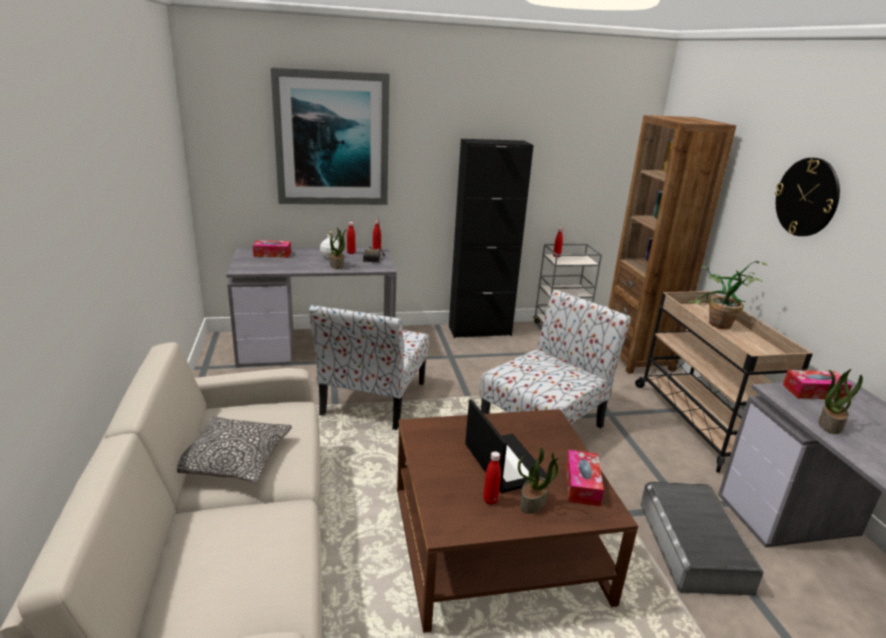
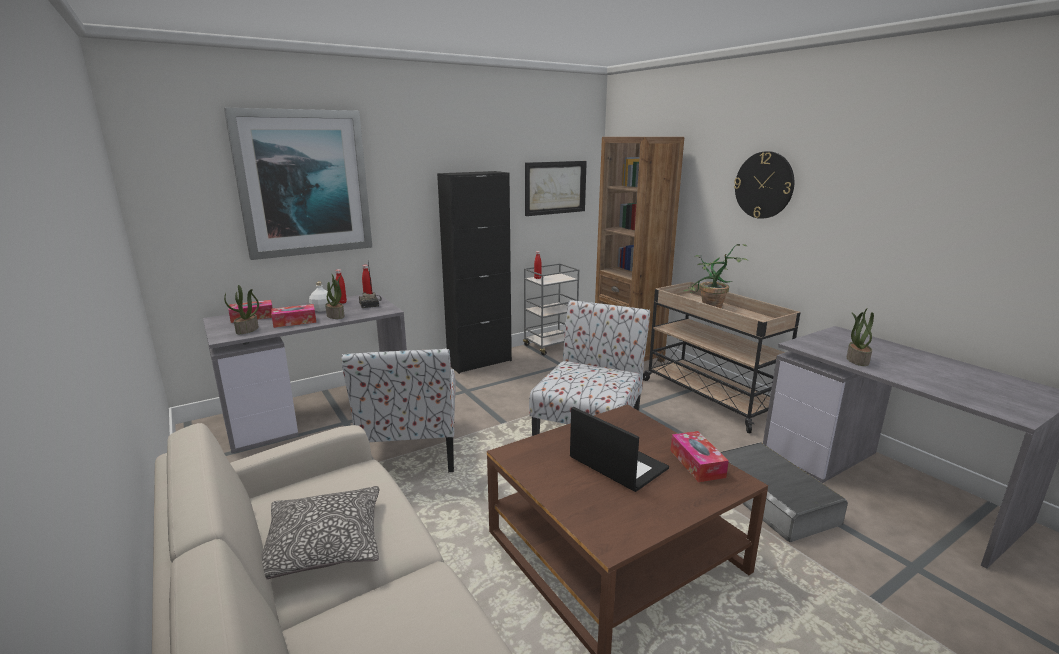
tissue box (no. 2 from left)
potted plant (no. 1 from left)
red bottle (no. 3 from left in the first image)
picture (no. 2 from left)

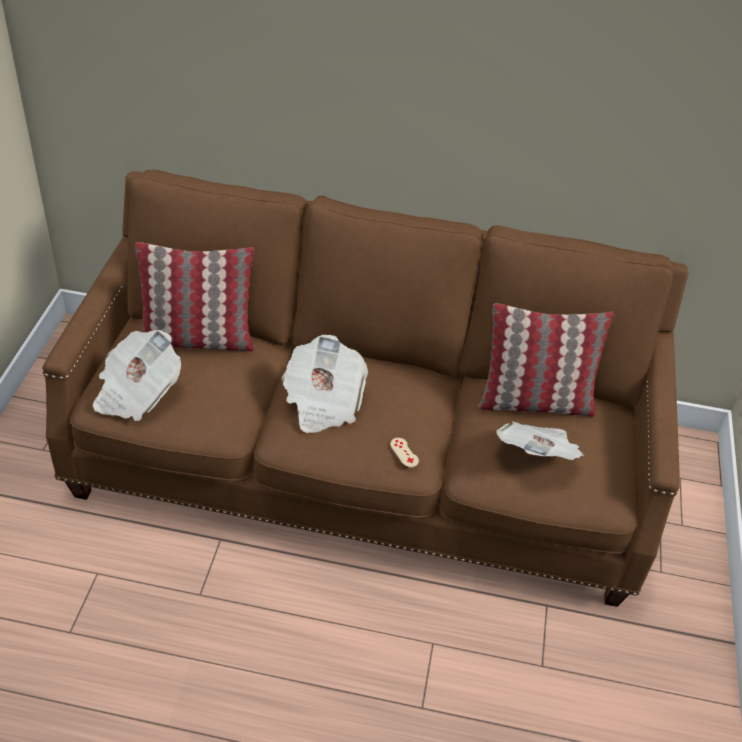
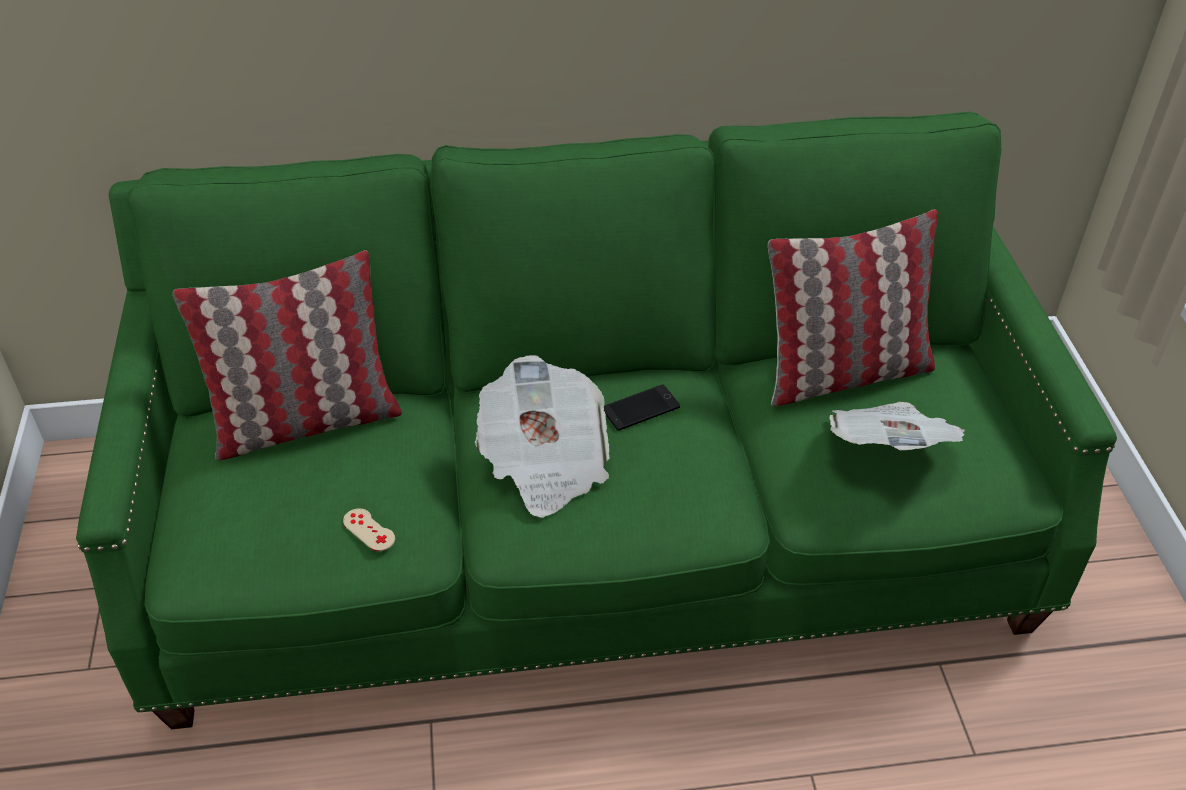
green sofa
newspaper (no. 1 from left in the first image)
beige game controller
phone

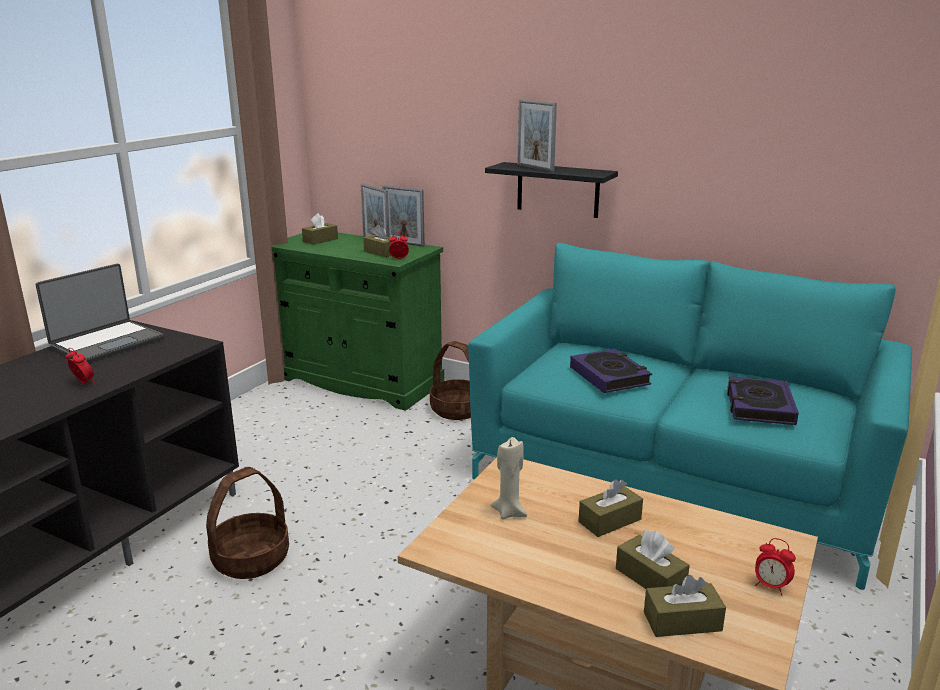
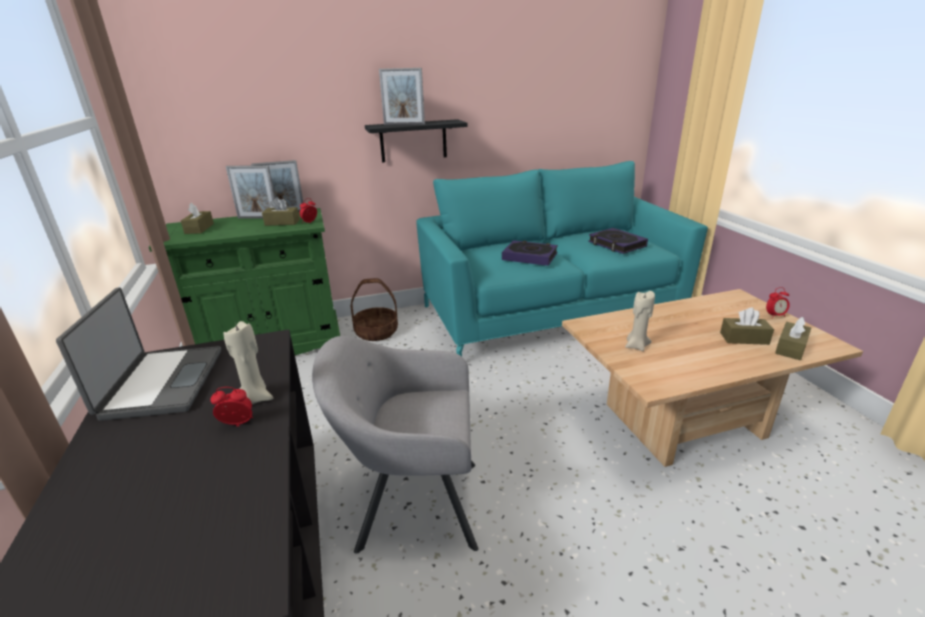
grey armchair
brown tissue box (no. 3 from left in the first image)
beige candle (no. 1 from left)

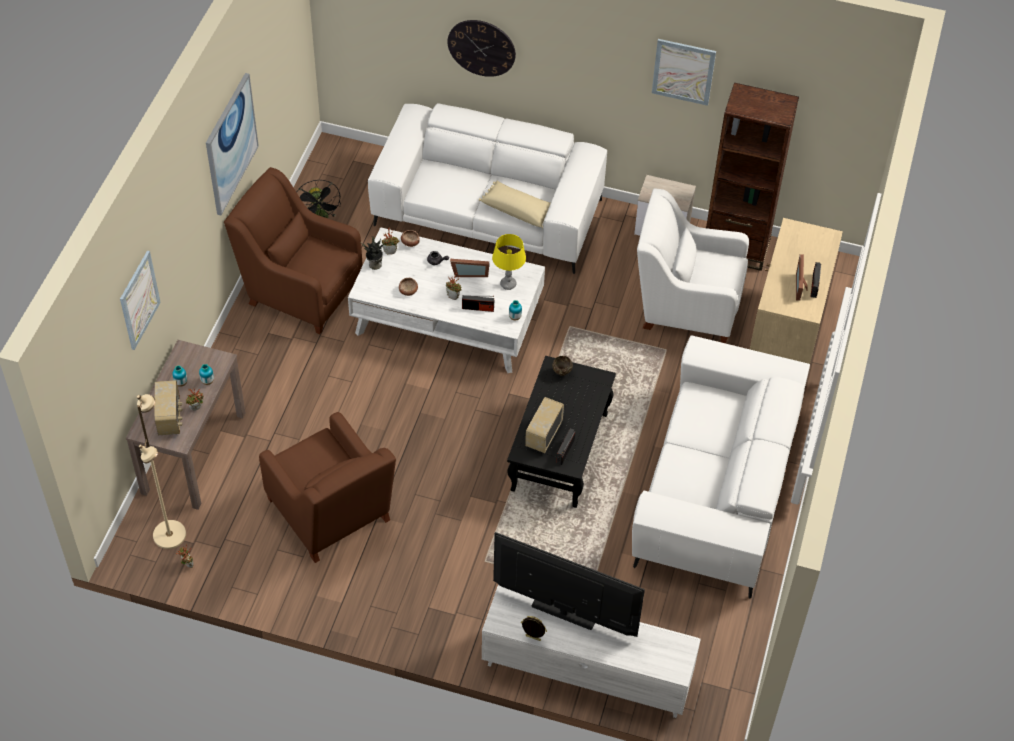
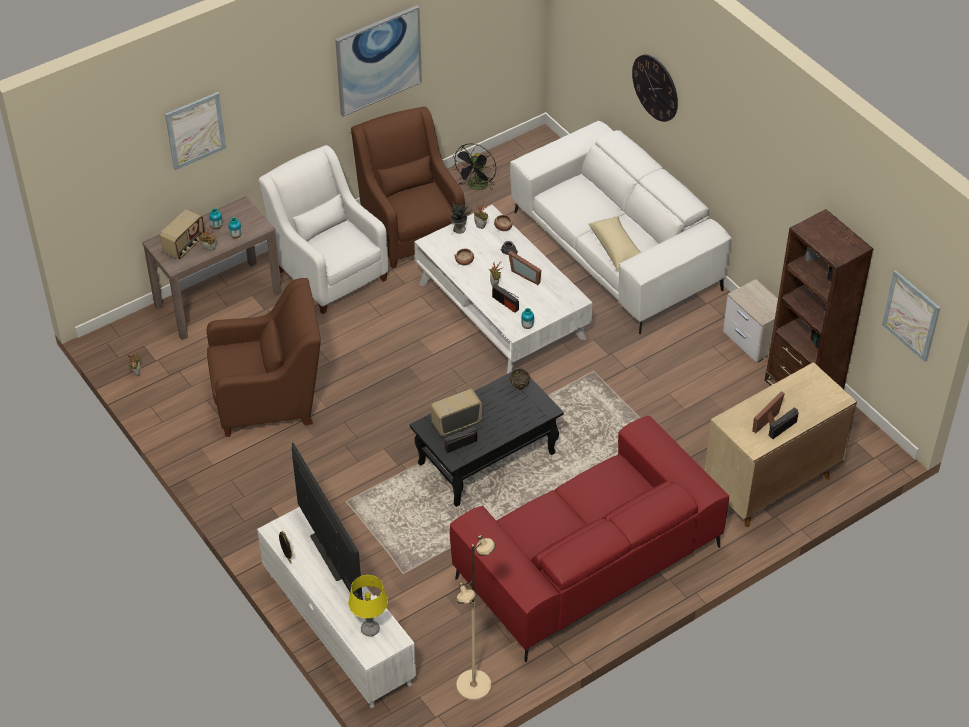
picture (no. 3 from left)
white armchair
yellow table lamp
red sofa
beige floor lamp
brown armchair (no. 1 from left)

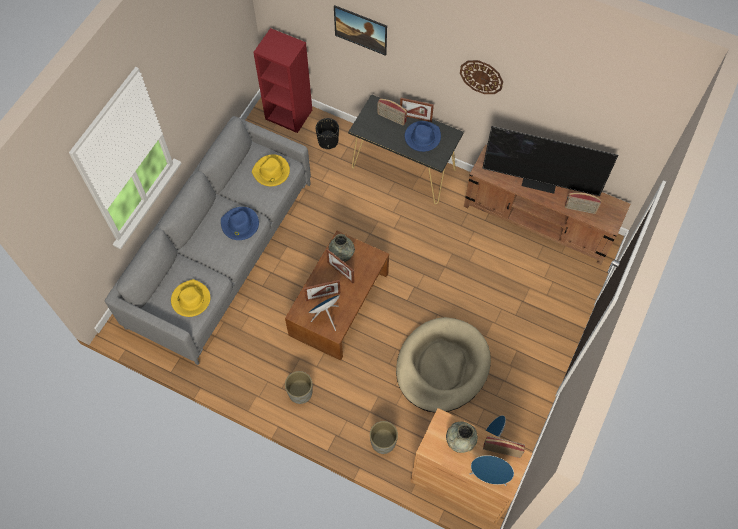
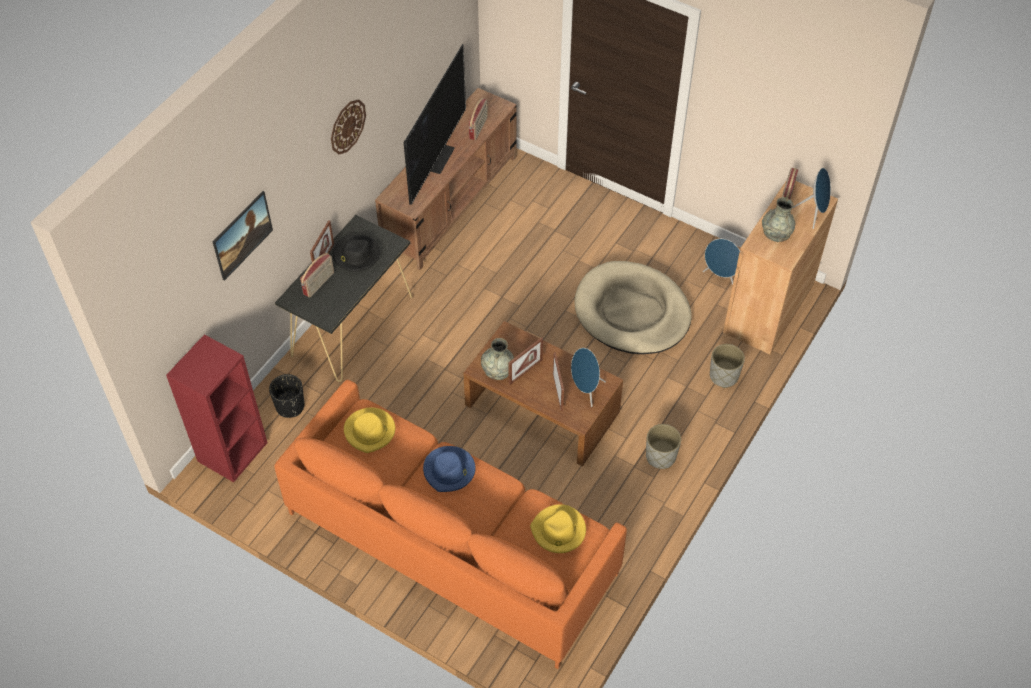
orange sofa
black hat

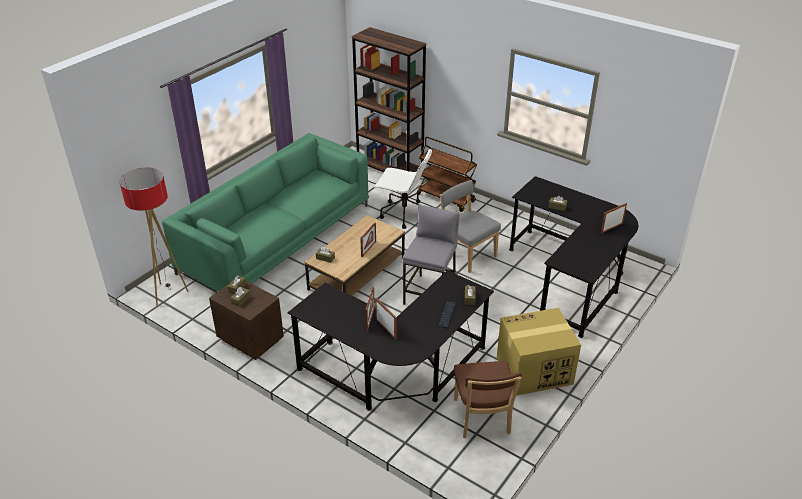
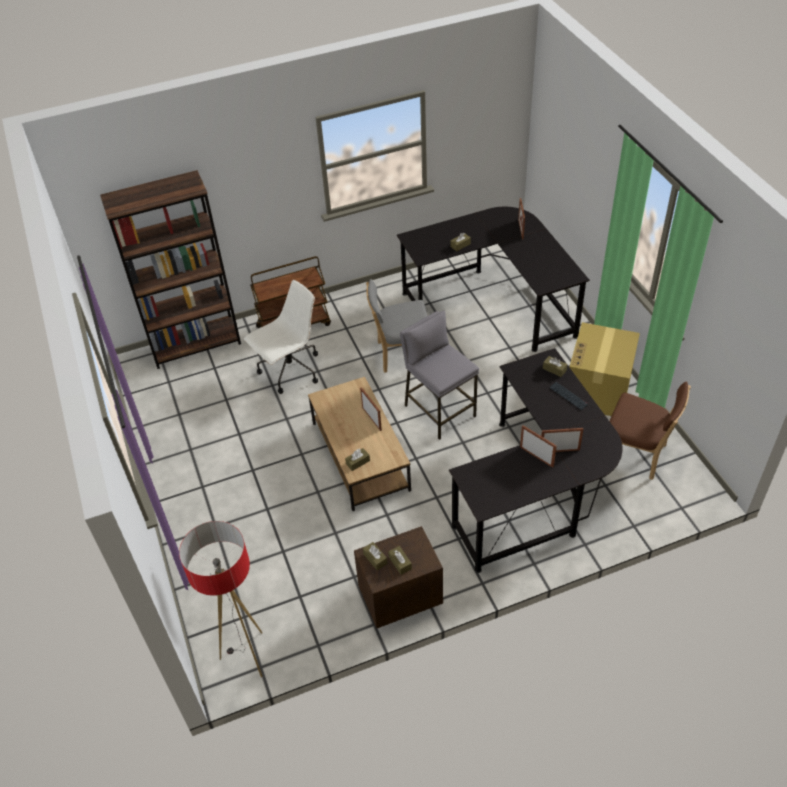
green sofa

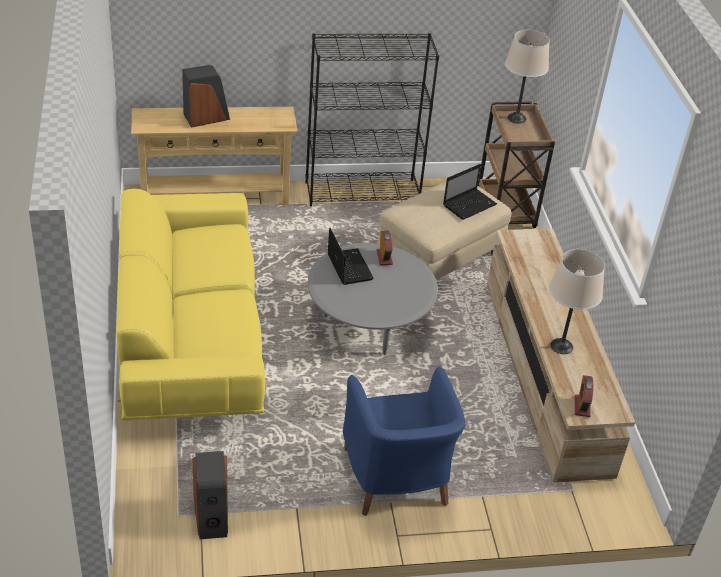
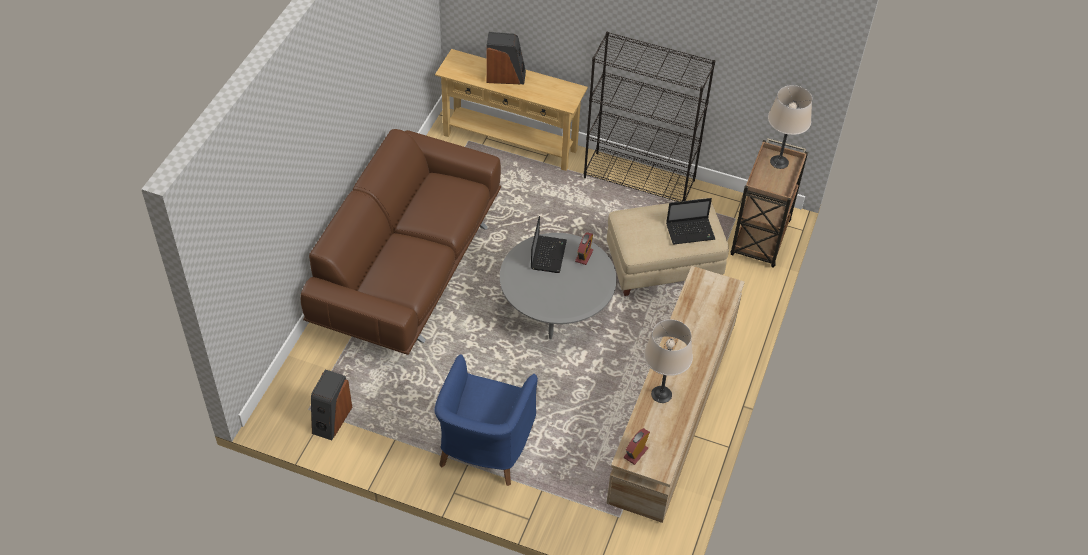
brown sofa

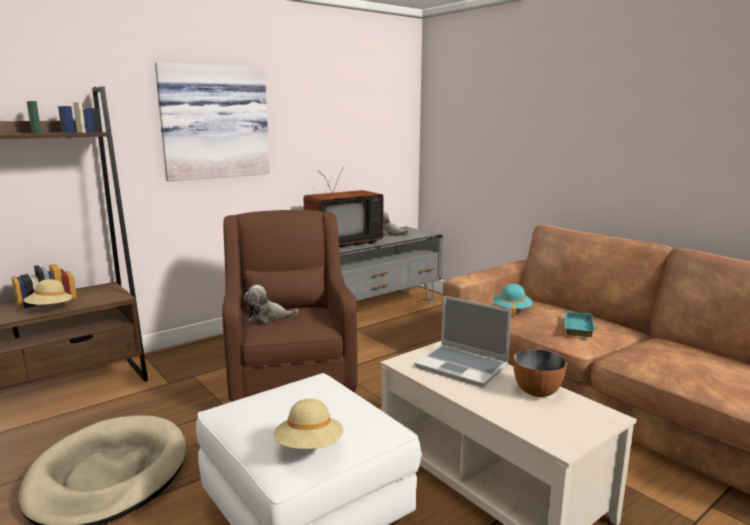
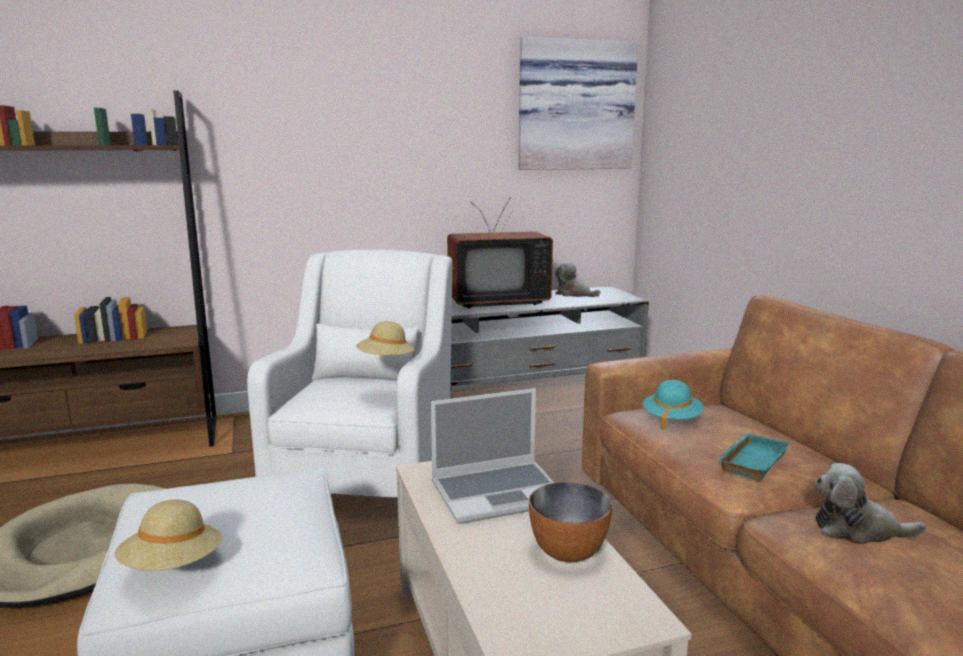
picture
white armchair
beige hat (no. 2 from left)
plush toy (no. 2 from left)
laptop

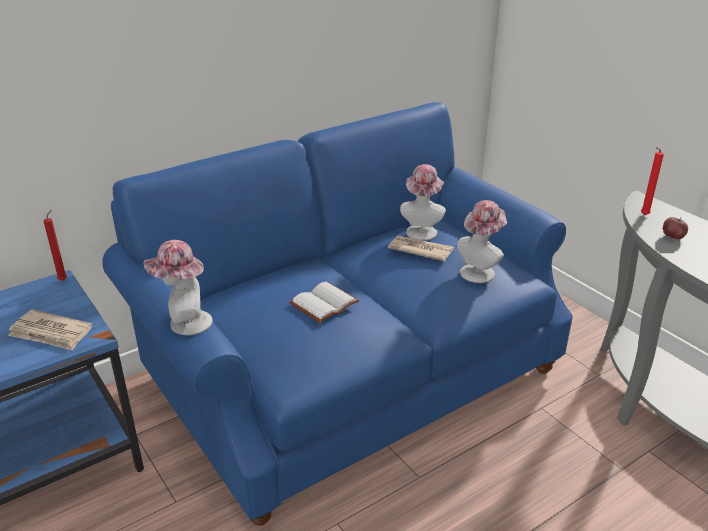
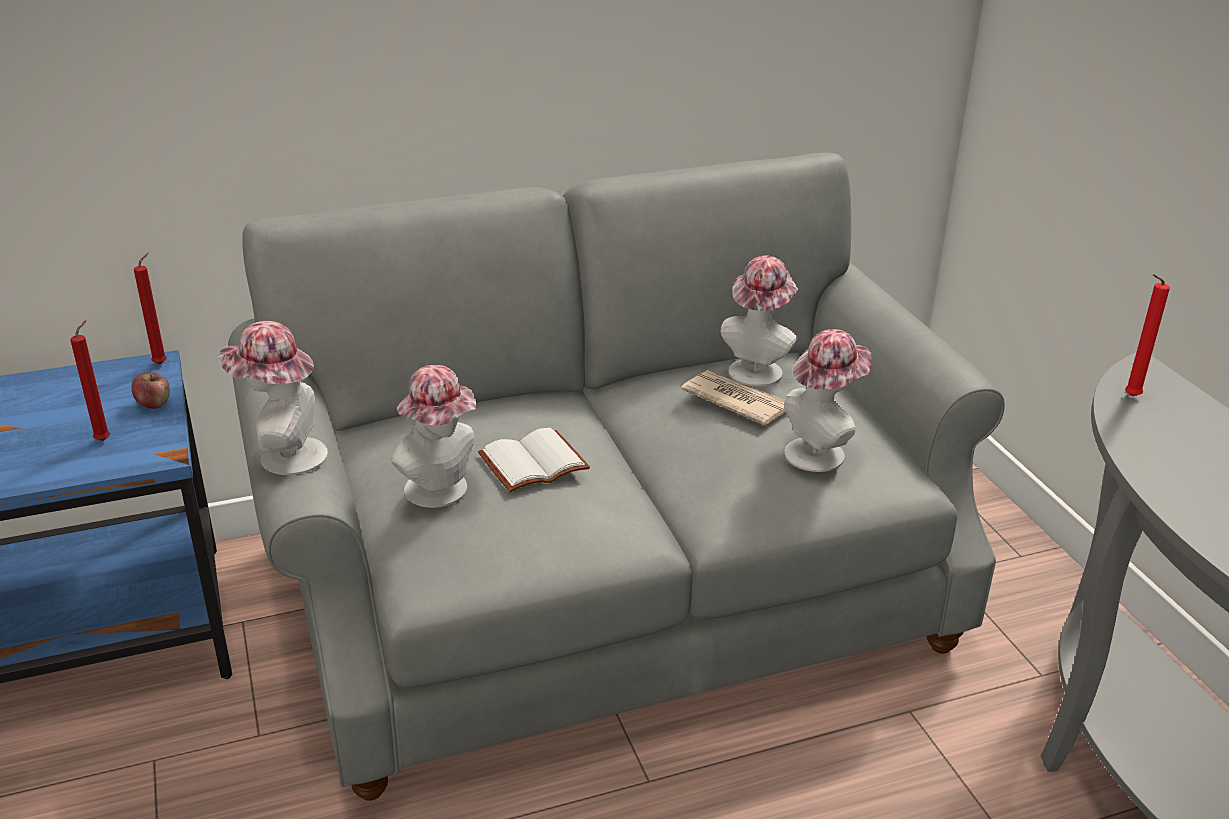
grey sofa
apple
red candle (no. 1 from left)
hat (no. 2 from left)

